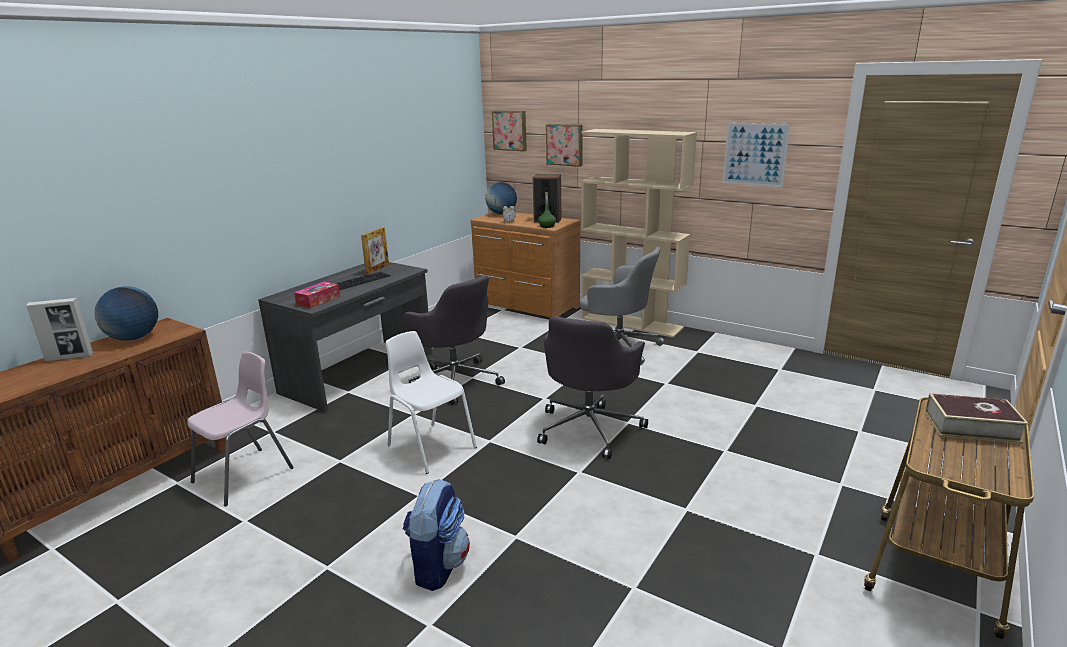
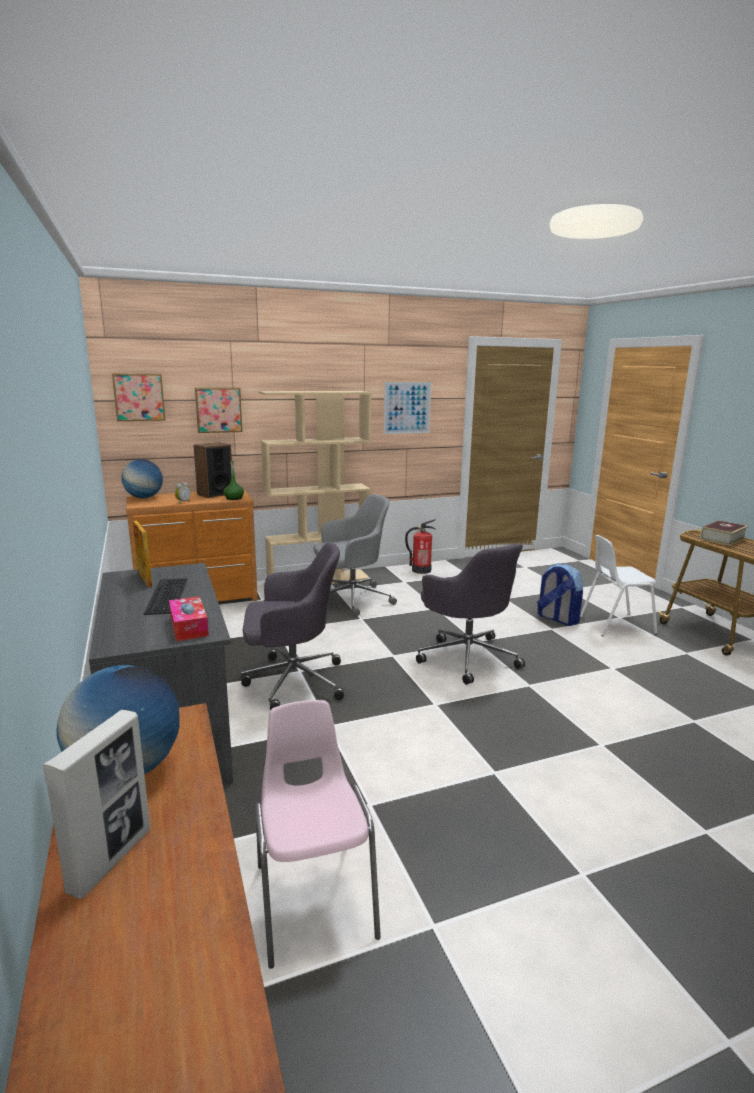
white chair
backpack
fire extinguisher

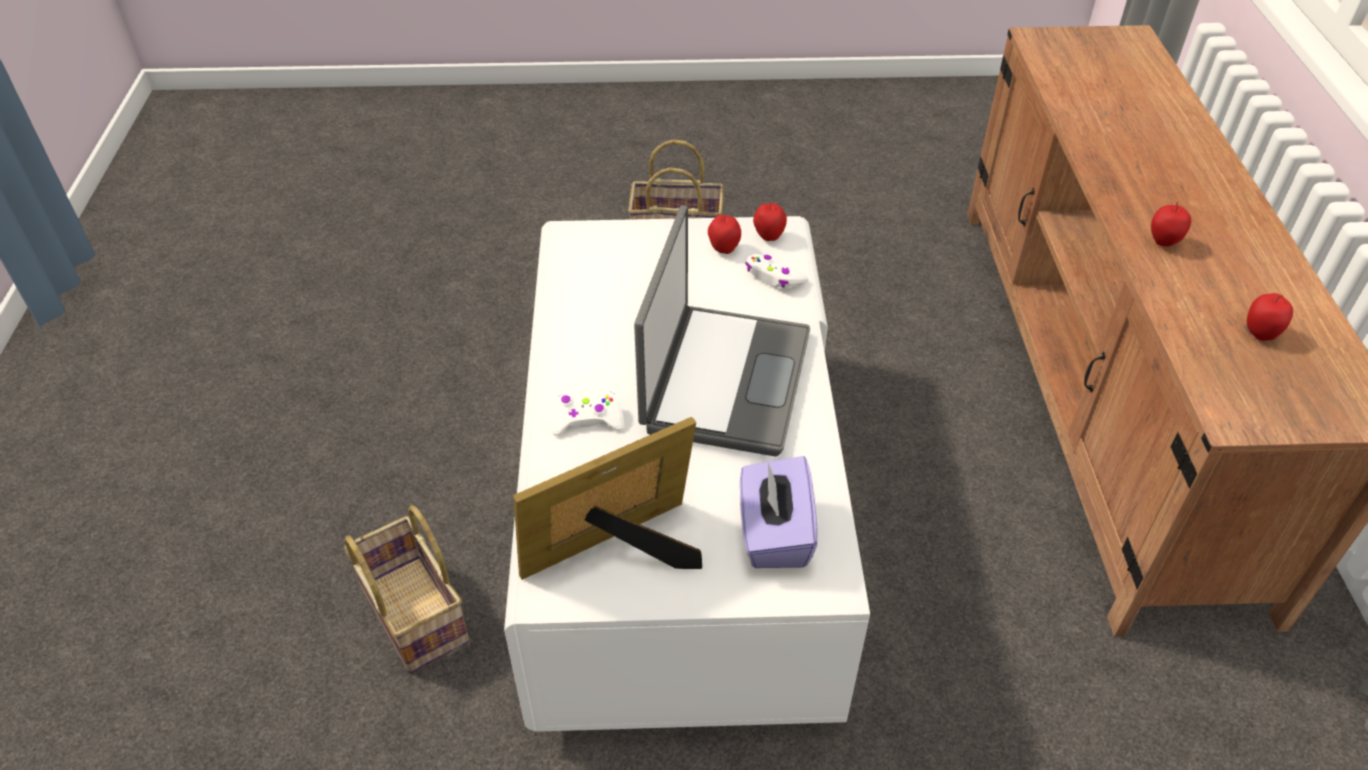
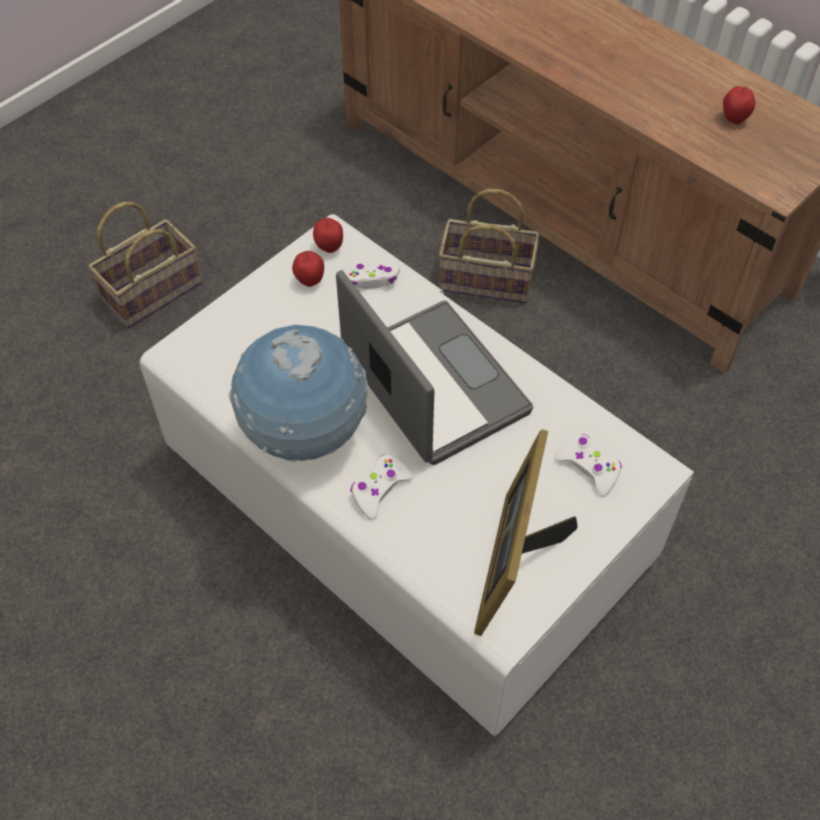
apple (no. 3 from left in the first image)
white game controller (no. 3 from left)
basket (no. 2 from left)
globe

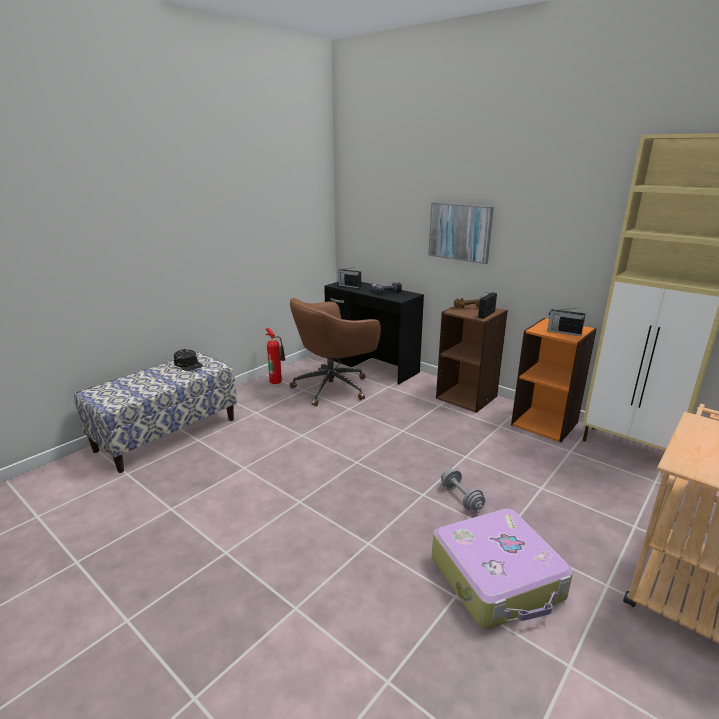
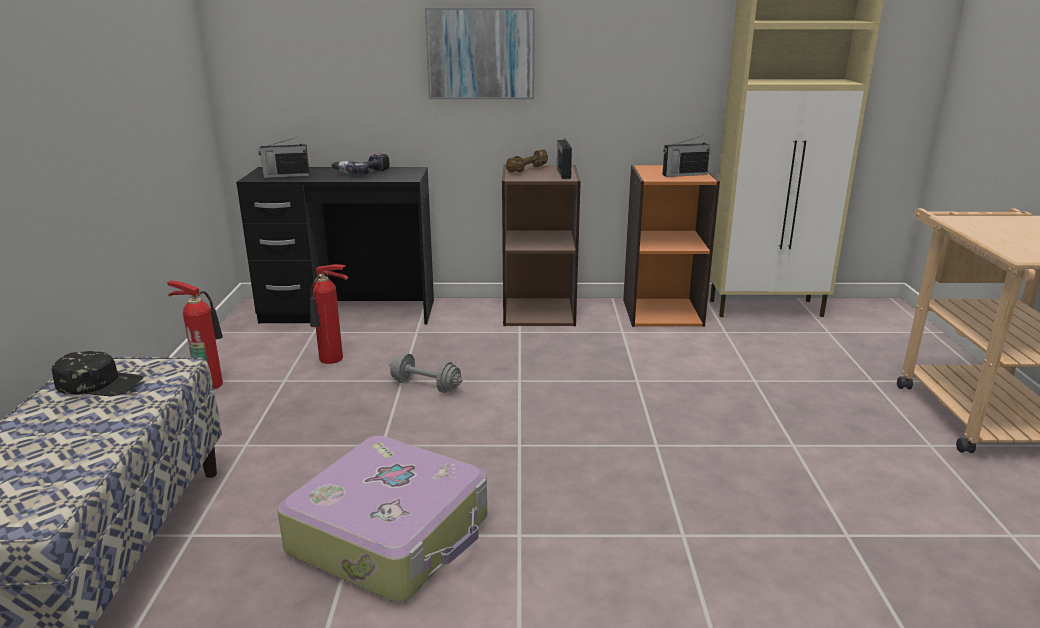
fire extinguisher (no. 2 from left)
grey dumbbell
suitcase

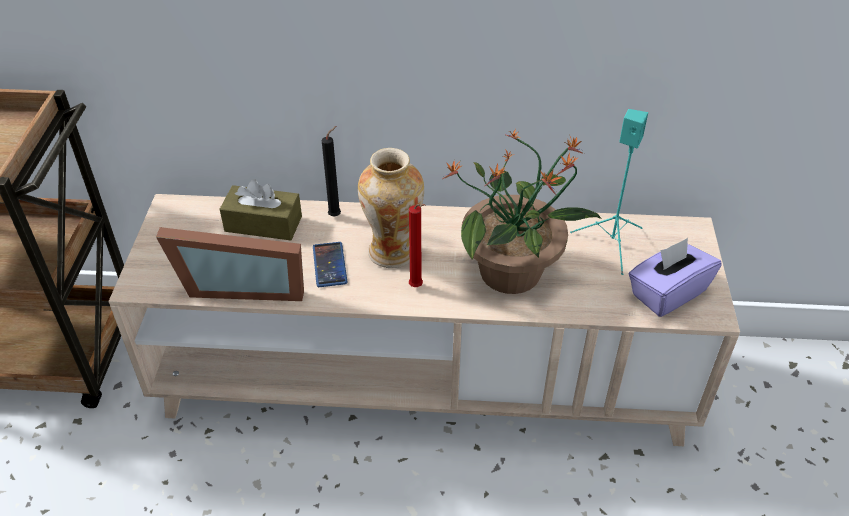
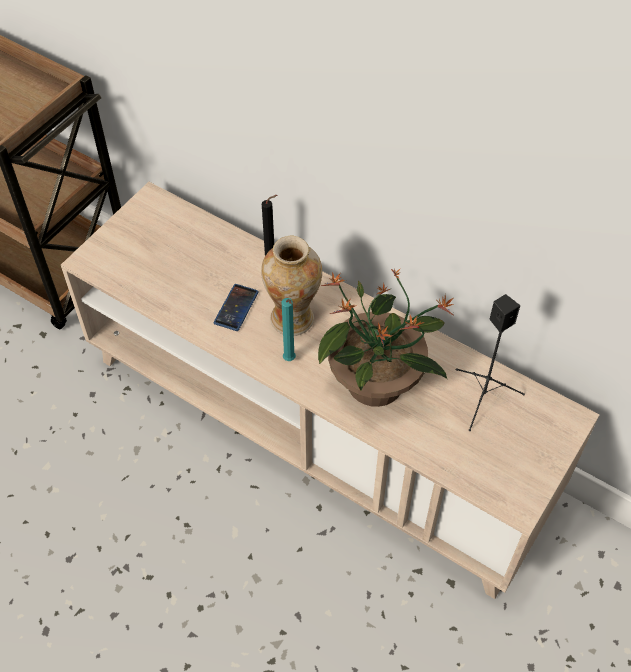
black speaker
brown tissue box
turquoise candle
picture frame
purple tissue box

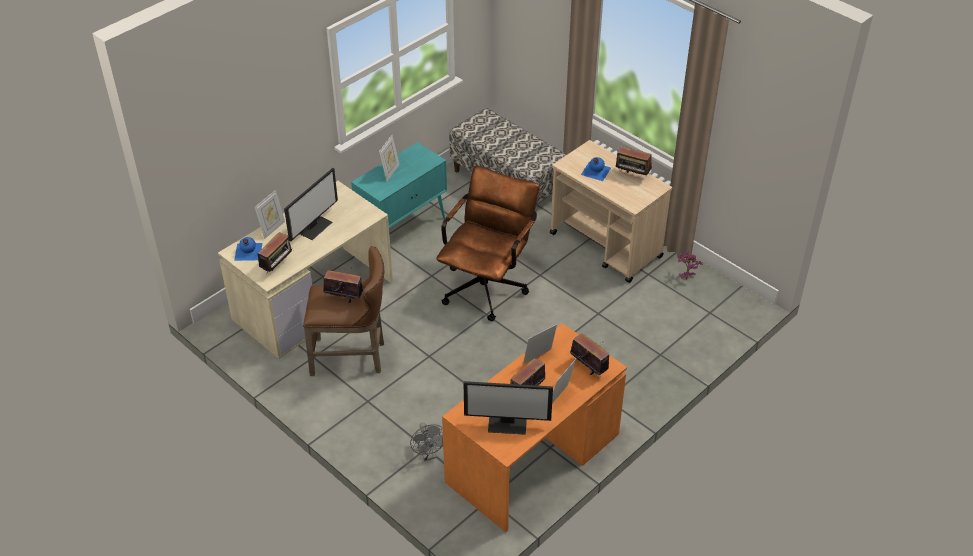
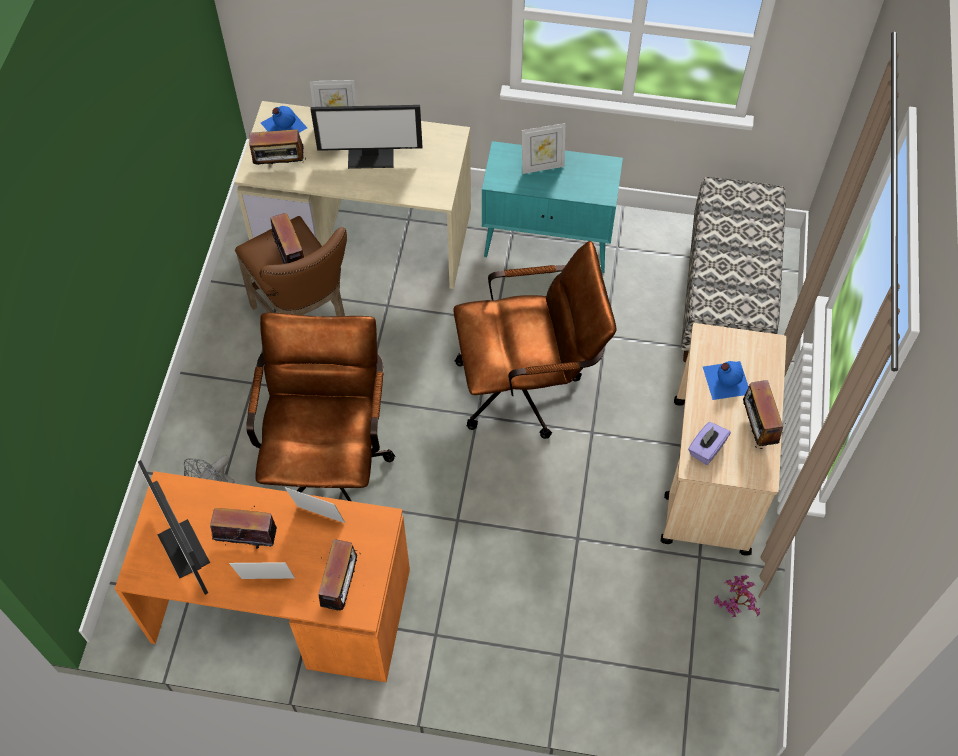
brown office chair (no. 1 from left)
purple tissue box

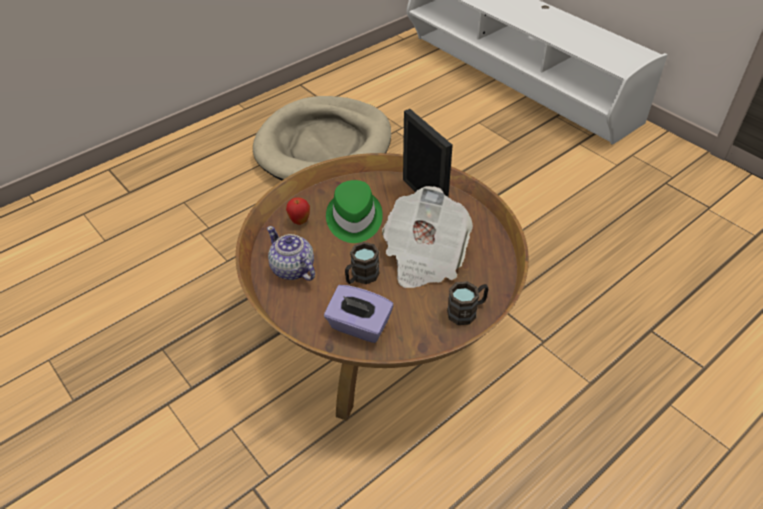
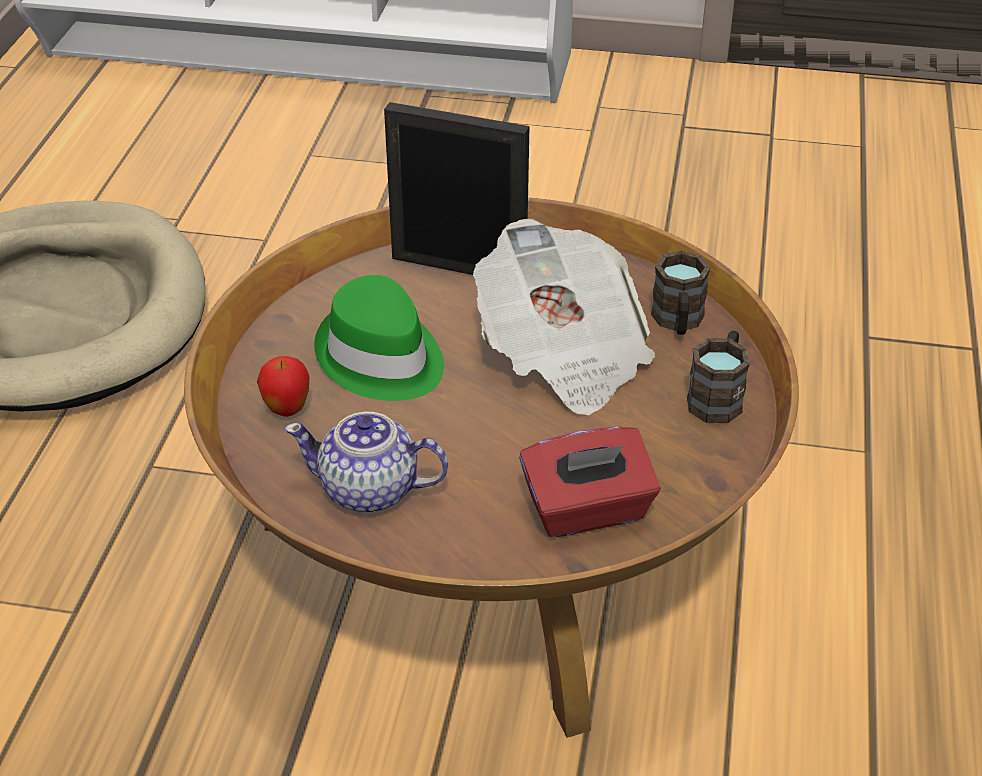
brown mug (no. 1 from left)
red tissue box

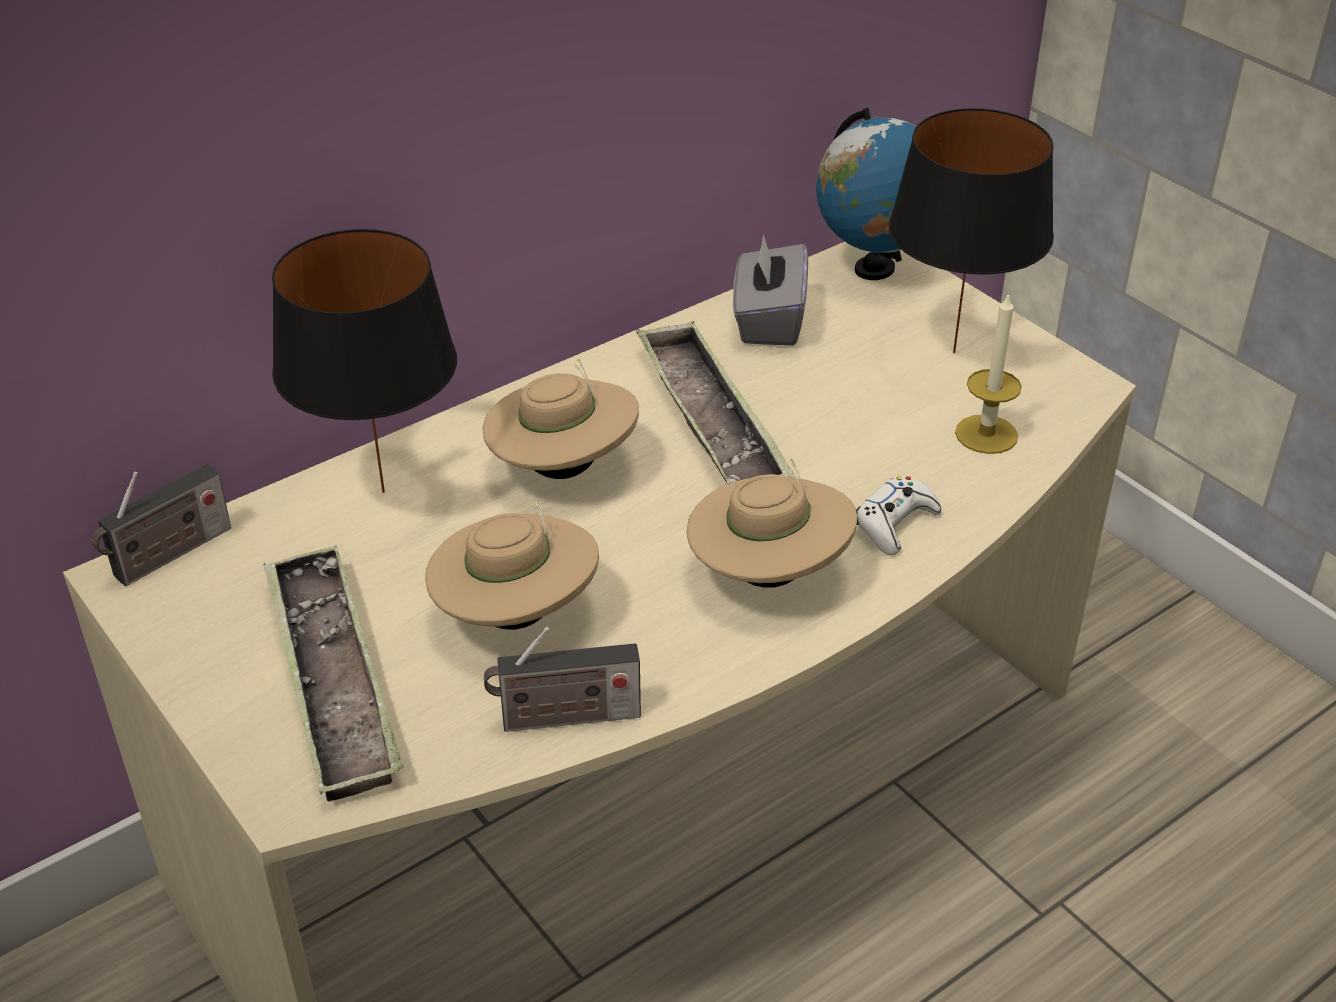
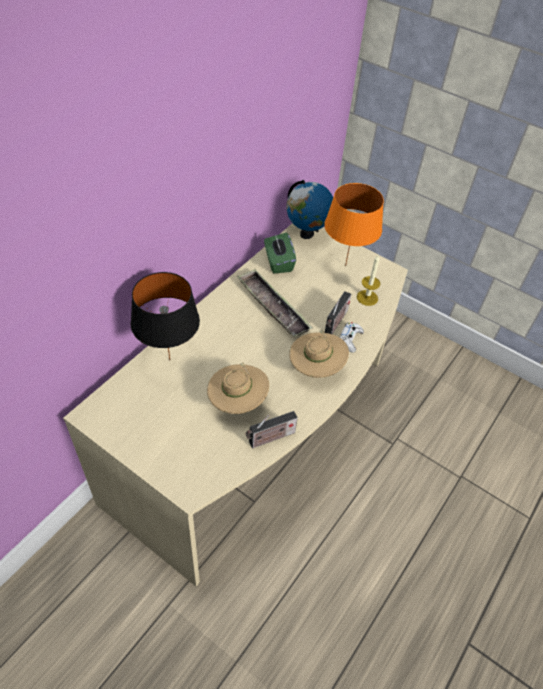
orange table lamp
green tissue box
beige hat (no. 2 from left in the first image)
radio (no. 2 from left)
tray (no. 1 from left in the first image)

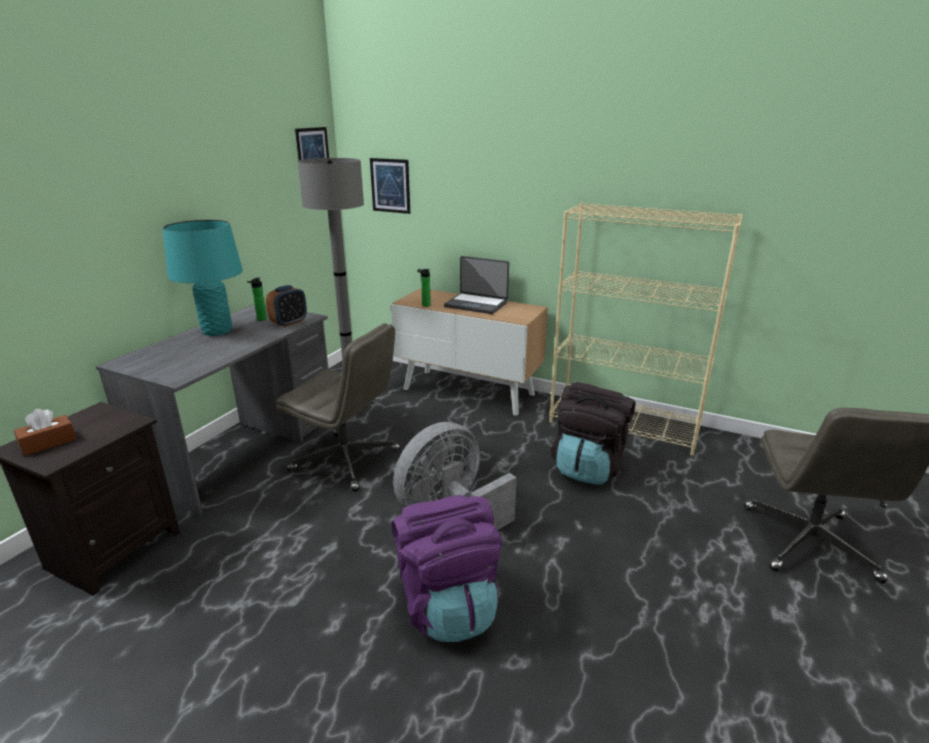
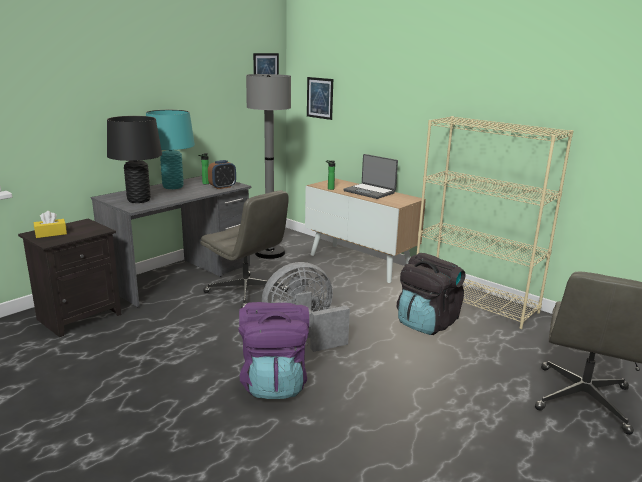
yellow tissue box
black table lamp

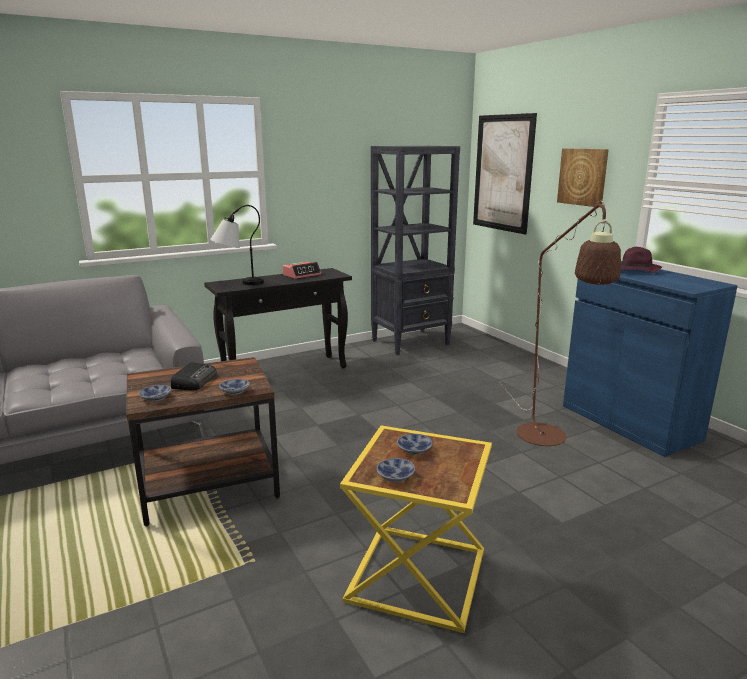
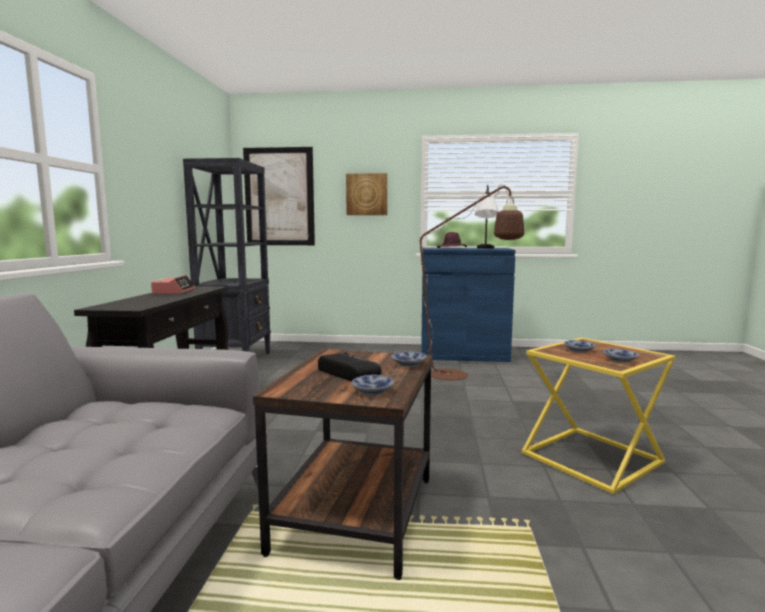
table lamp

